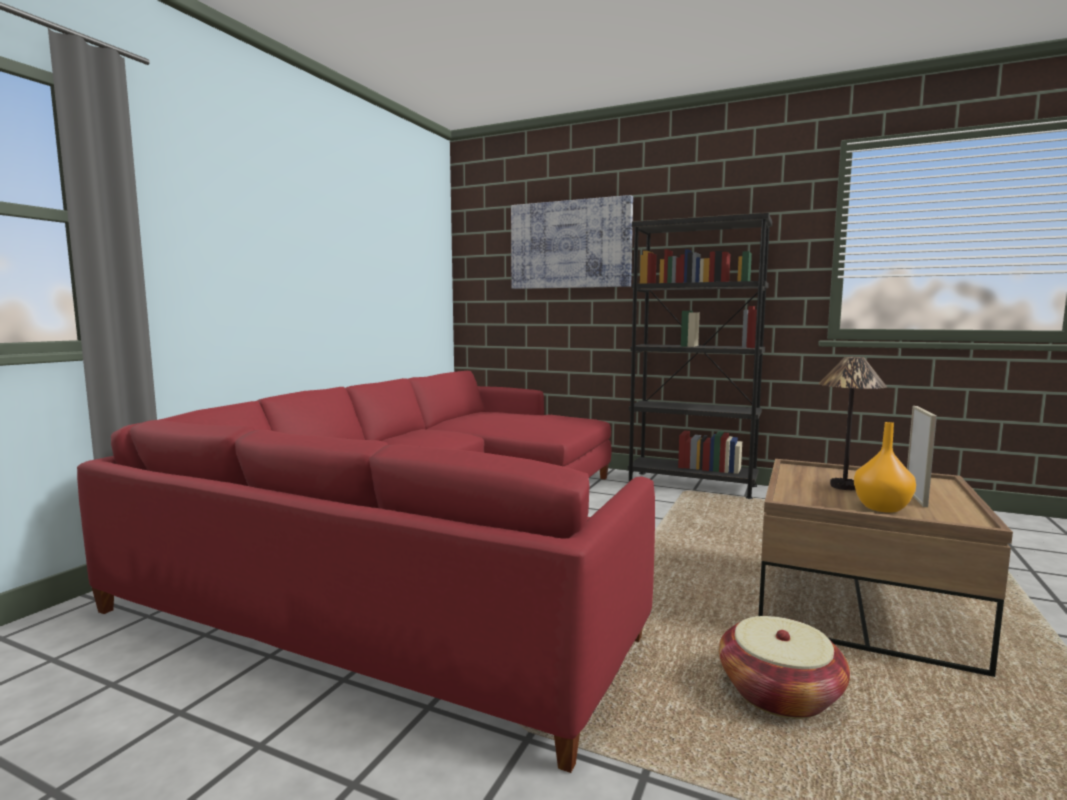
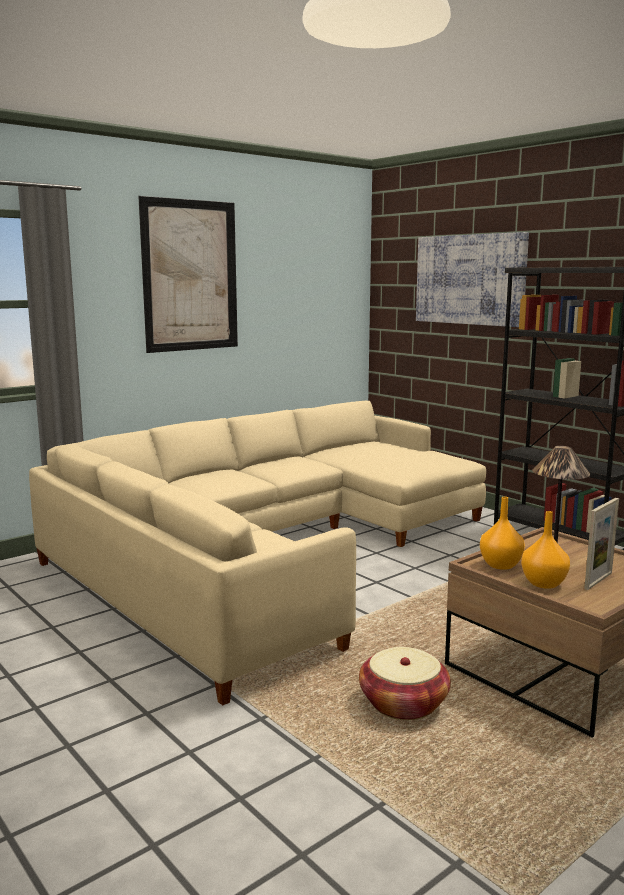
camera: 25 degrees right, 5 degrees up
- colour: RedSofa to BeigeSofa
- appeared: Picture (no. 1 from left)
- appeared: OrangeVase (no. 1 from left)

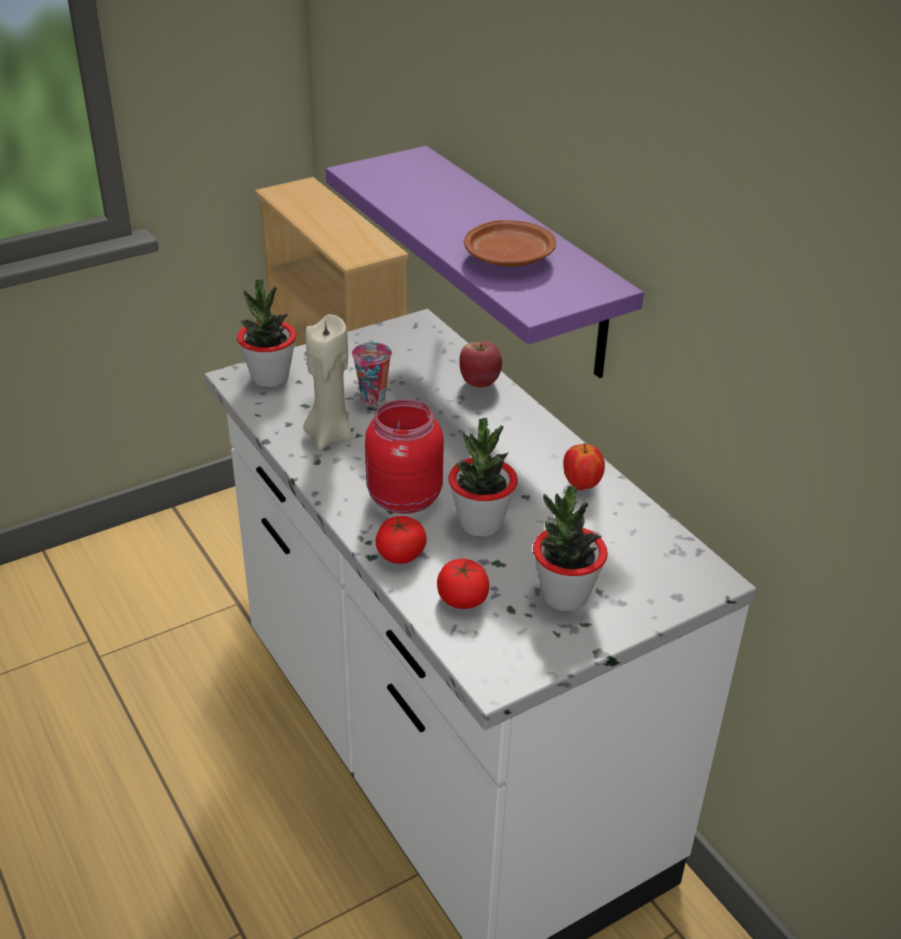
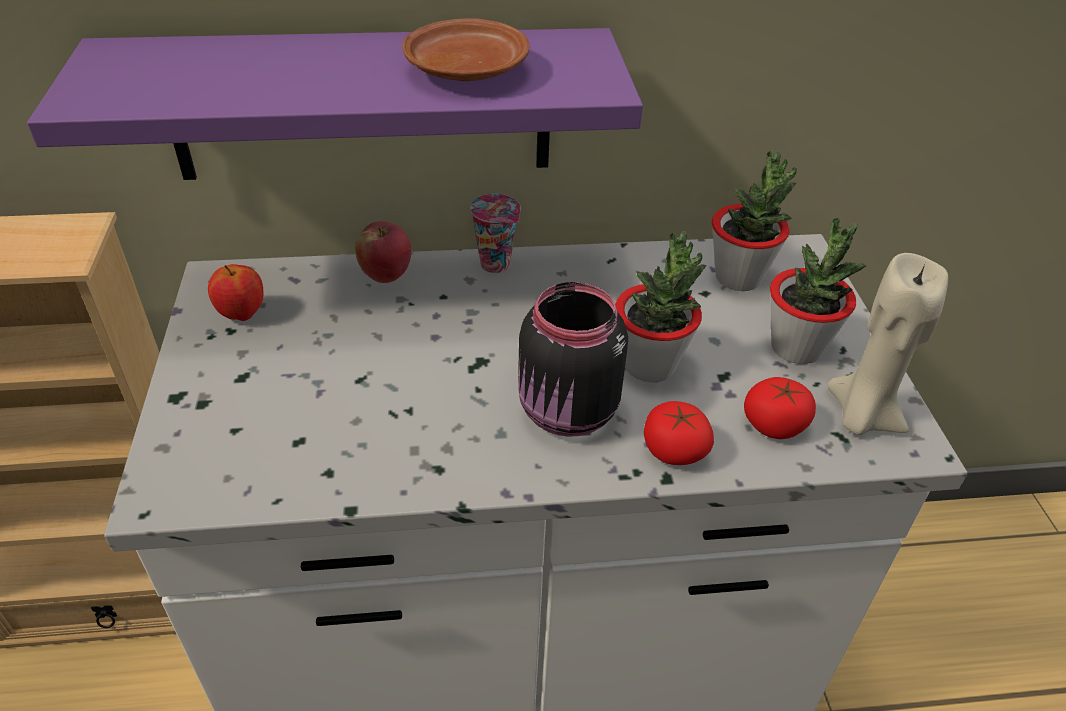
camera: 65 degrees left, 5 degrees up
- relocated: Apple (no. 2 from left in the first image) to Apple (no. 1 from left)
- relocated: Cup
- colour: RedJar to BlackJar
- relocated: PottedPlant (no. 1 from left in the first image) to PottedPlant (no. 2 from left)
- relocated: BeigeCandle

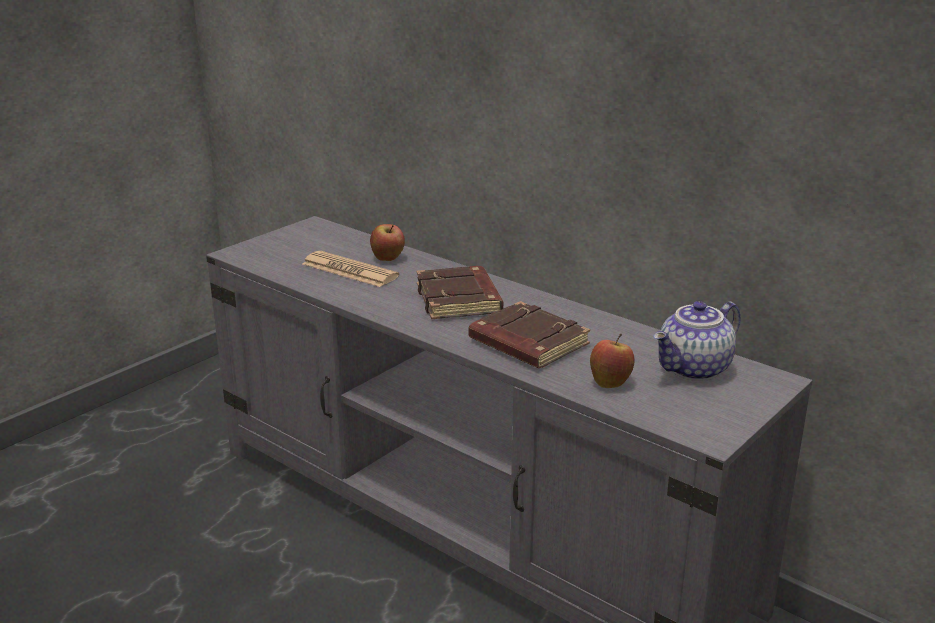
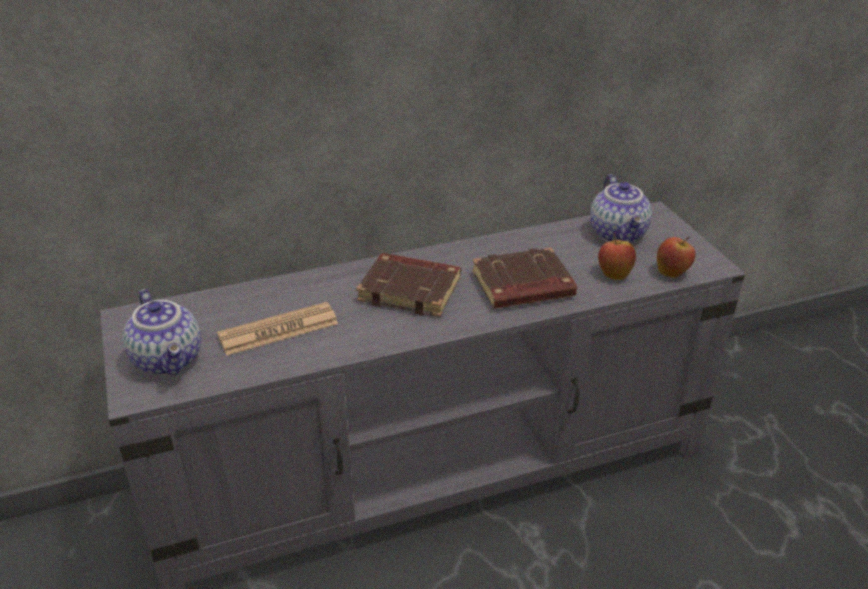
camera: 60 degrees left, 10 degrees up
- appeared: Teapot (no. 1 from left)
- relocated: Apple (no. 1 from left in the first image) to Apple (no. 2 from left)

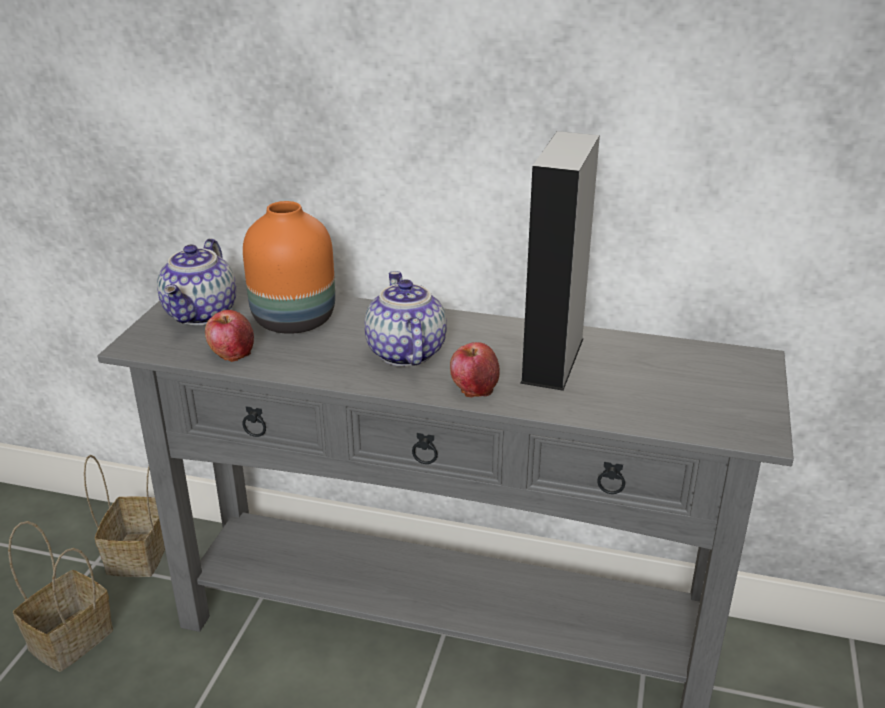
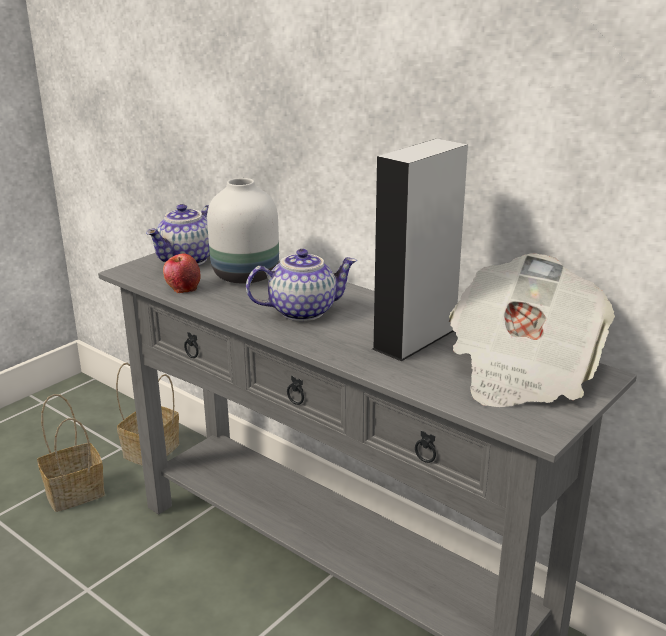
camera: 25 degrees right, 5 degrees down
- colour: OrangeVase to WhiteVase
- spun: Teapot (no. 2 from left) 60 degrees clockwise
- appeared: Newspaper
- missing: Apple (no. 2 from left)

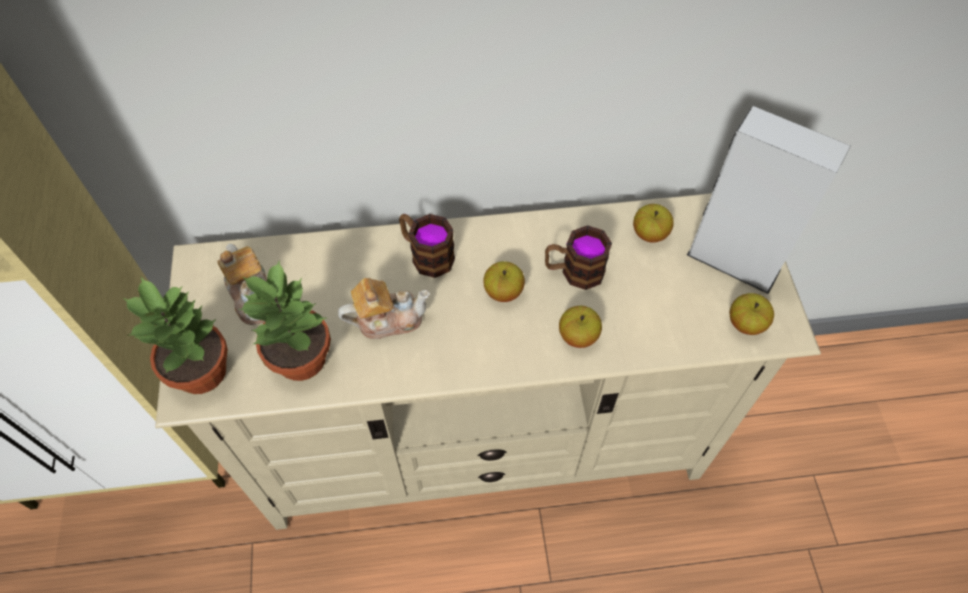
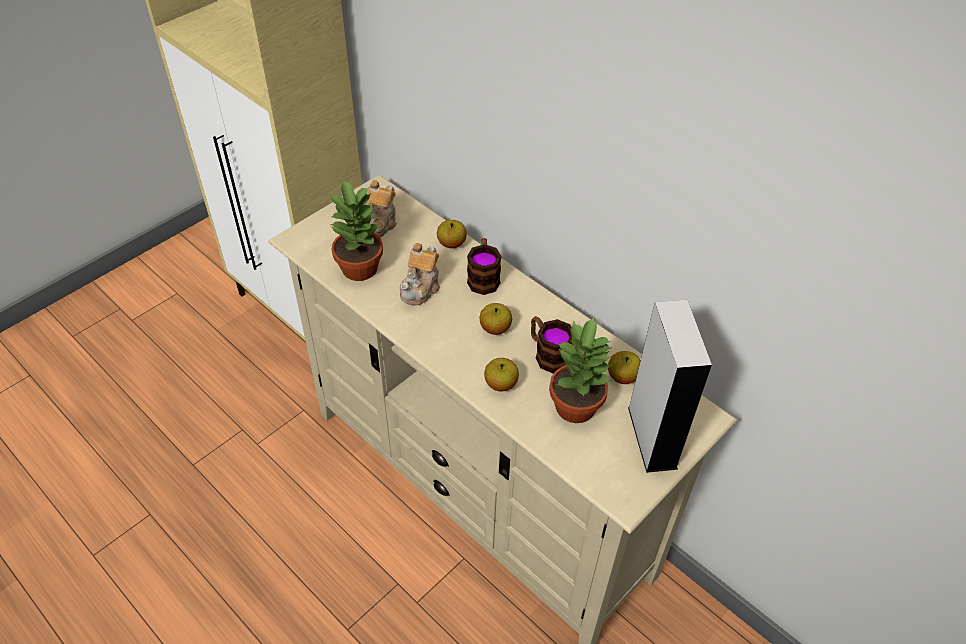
camera: 50 degrees right, 10 degrees down
- spun: Teapot (no. 2 from left) 75 degrees clockwise
- relocated: Apple (no. 4 from left in the first image) to Apple (no. 1 from left)
- relocated: PottedPlant (no. 1 from left in the first image) to PottedPlant (no. 2 from left)

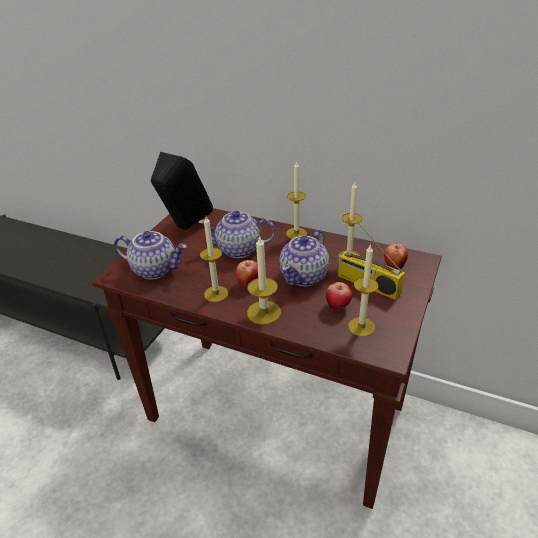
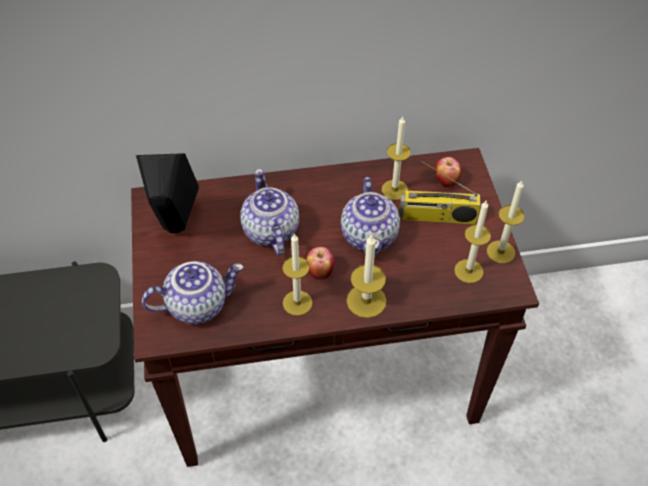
camera: 35 degrees left, 15 degrees up
- spun: Teapot (no. 2 from left) 105 degrees clockwise
- relocated: Candle (no. 3 from left in the first image) to Candle (no. 5 from left)
- missing: Apple (no. 2 from left)

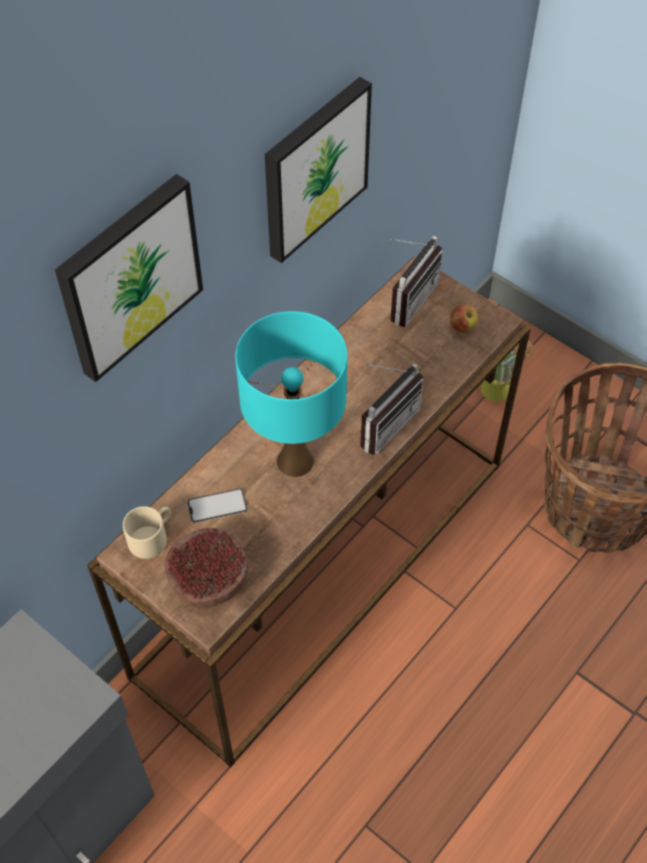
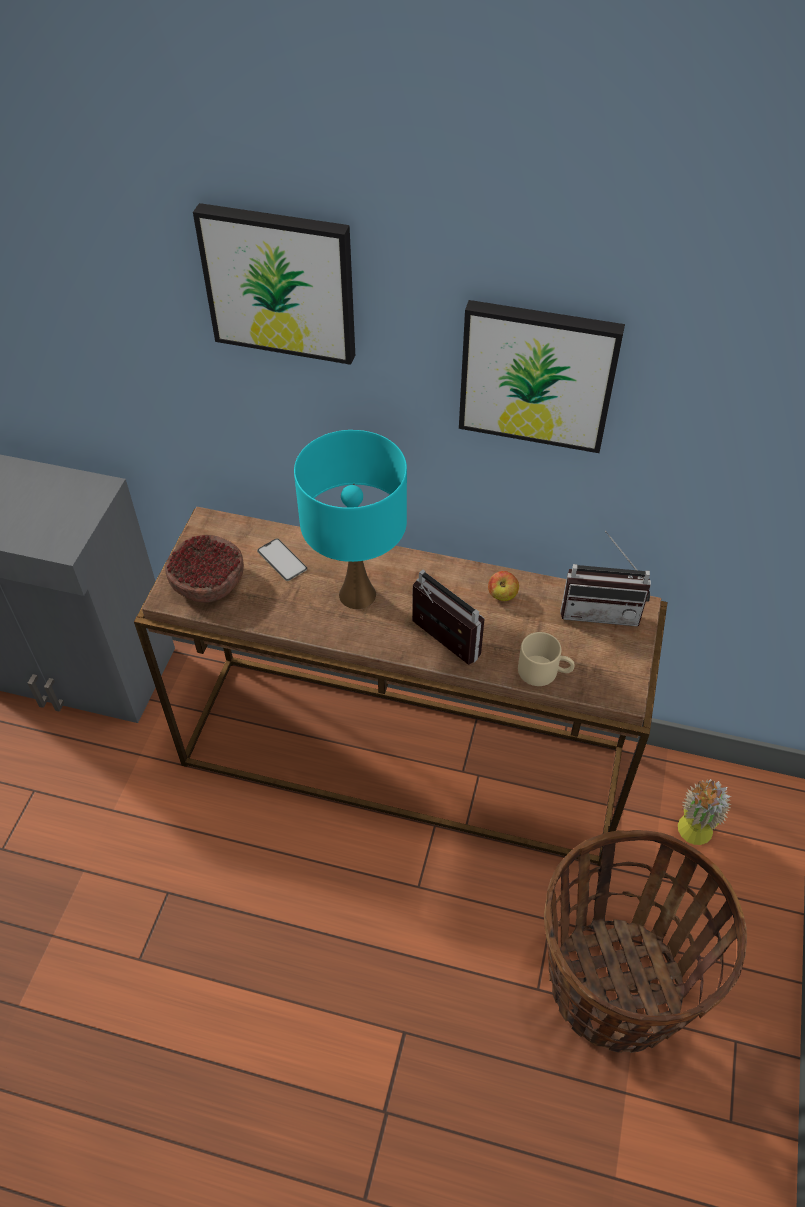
camera: 65 degrees right, 5 degrees down
- spun: Radio (no. 1 from left) 150 degrees counterclockwise
- relocated: Apple
- relocated: BeigeMug

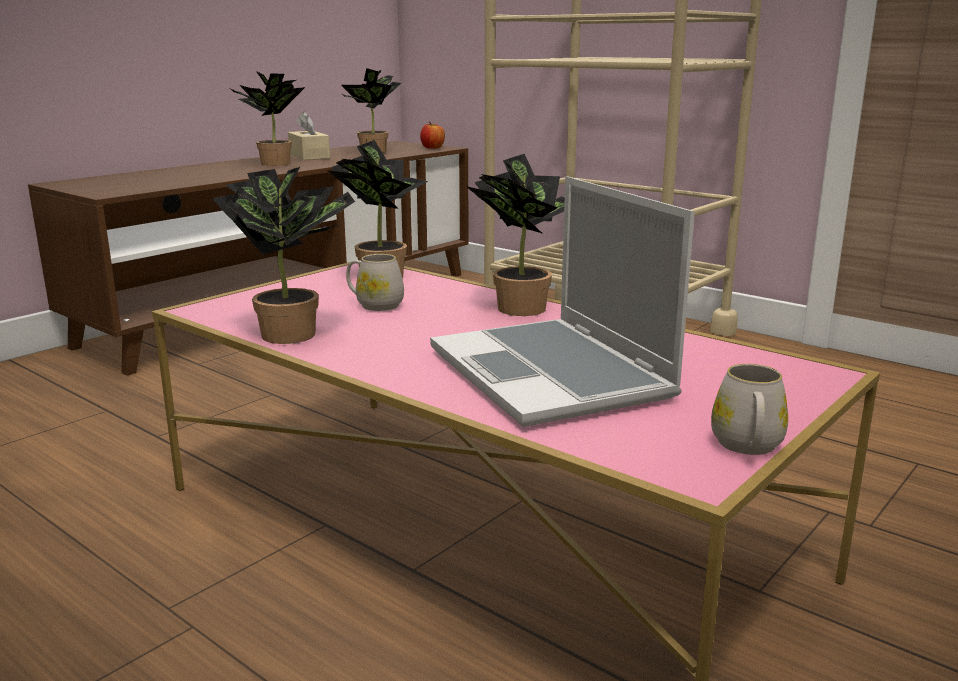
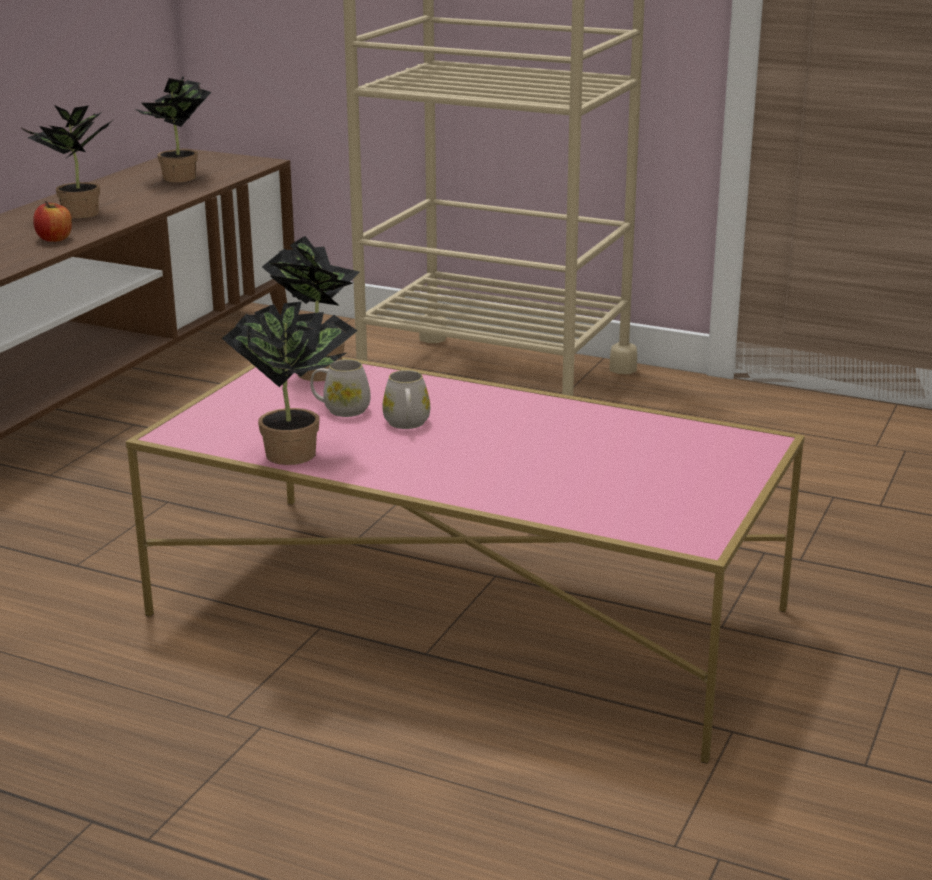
camera: 15 degrees left, 5 degrees up
- relocated: Apple
- relocated: WhiteMug (no. 2 from left)
- missing: BeigeTissueBox
- missing: Laptop
- missing: PottedPlant (no. 5 from left)

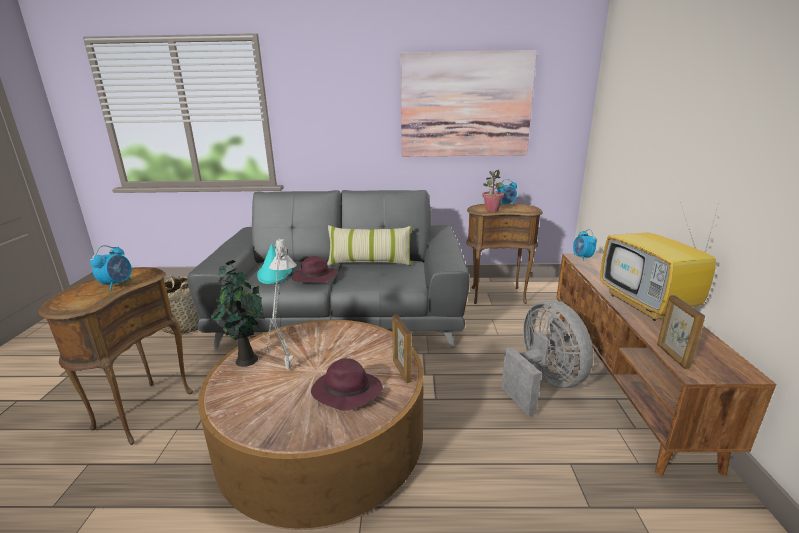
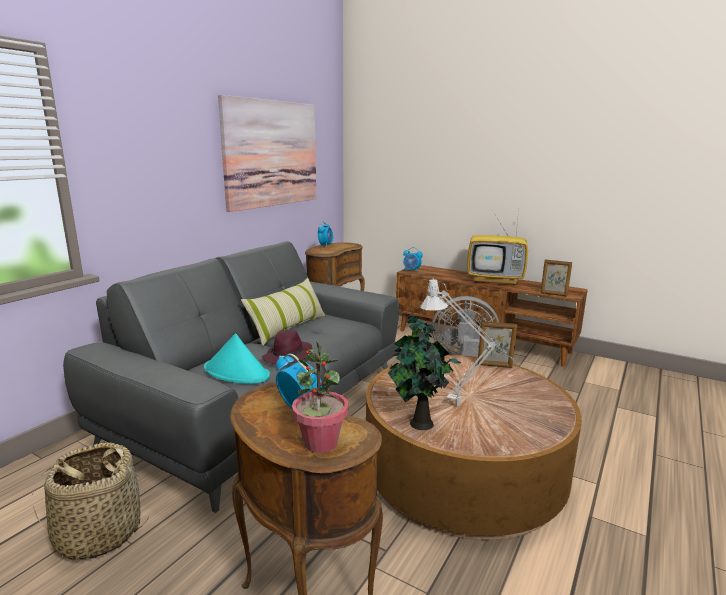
camera: 60 degrees left, 5 degrees down
- relocated: PottedPlant (no. 2 from left in the first image) to PottedPlant (no. 1 from left)
- missing: PurpleHat (no. 2 from left)

